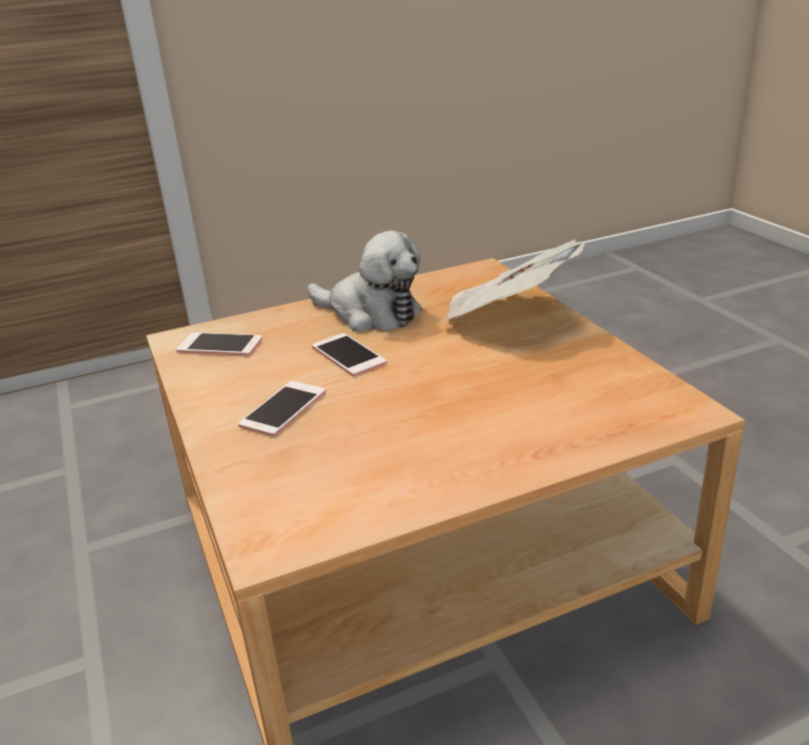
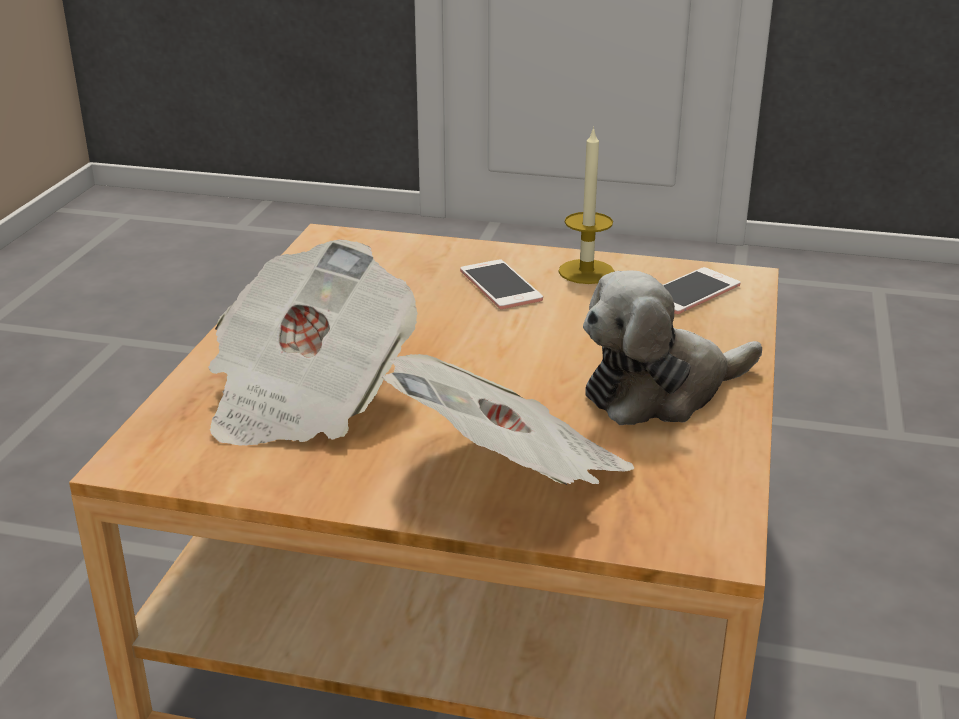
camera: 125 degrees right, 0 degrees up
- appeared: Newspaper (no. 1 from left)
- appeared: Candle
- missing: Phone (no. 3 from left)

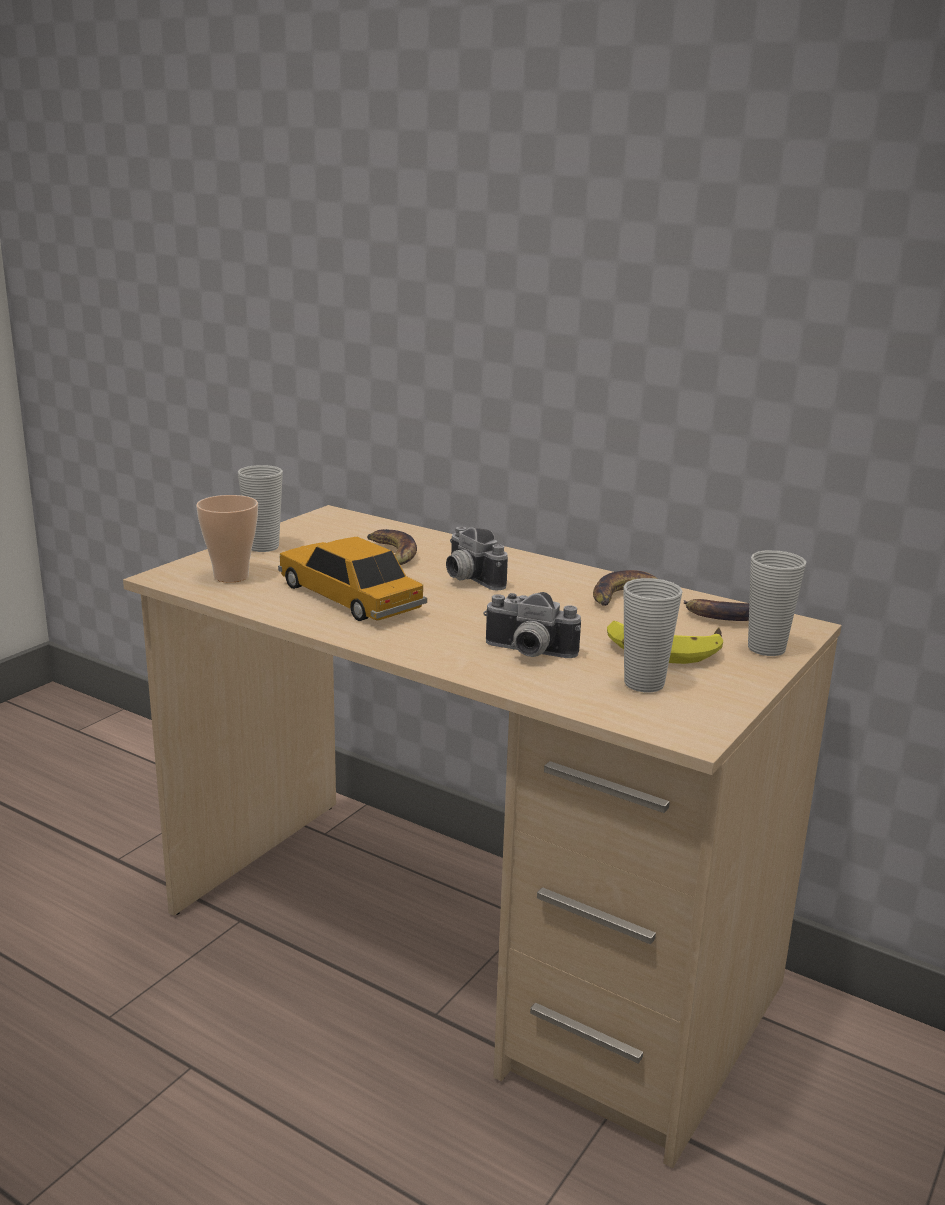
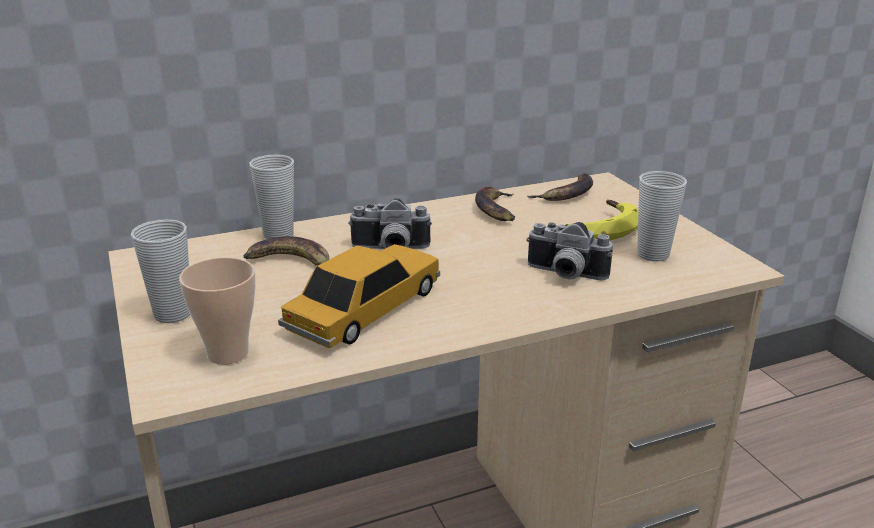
camera: 55 degrees left, 5 degrees up
- relocated: Cup (no. 4 from left in the first image) to Cup (no. 3 from left)
- spun: ToyCar 135 degrees clockwise
- spun: PhotoCamera (no. 2 from left) 60 degrees clockwise

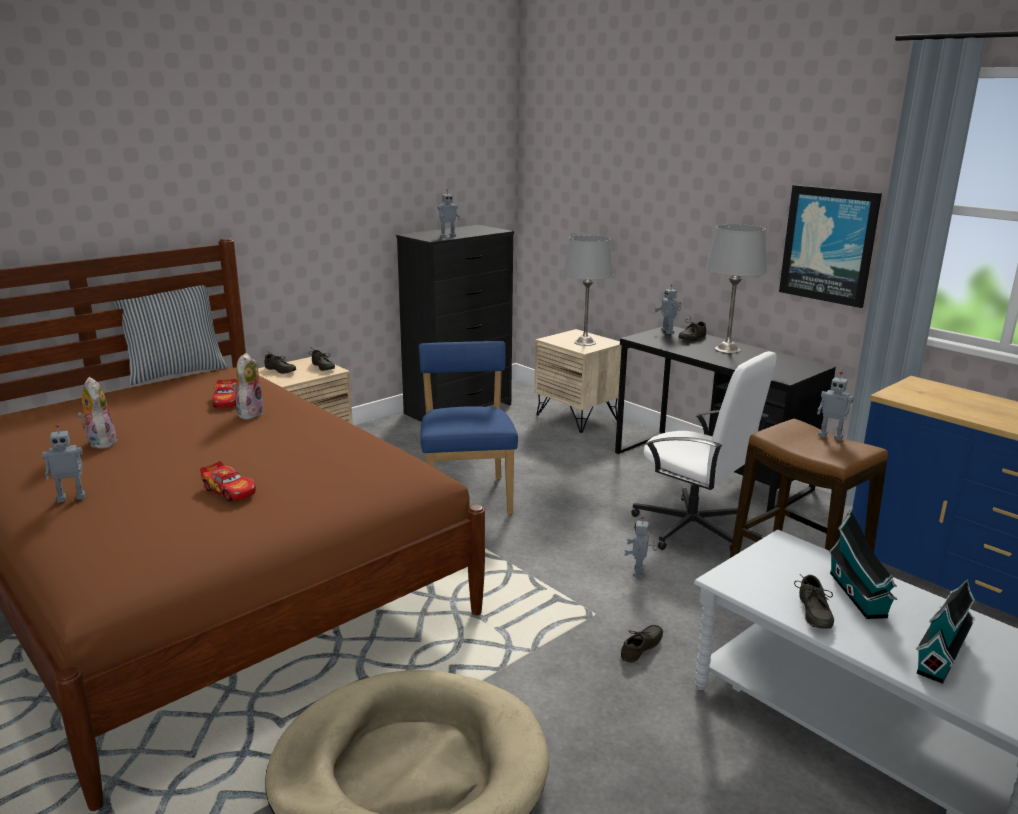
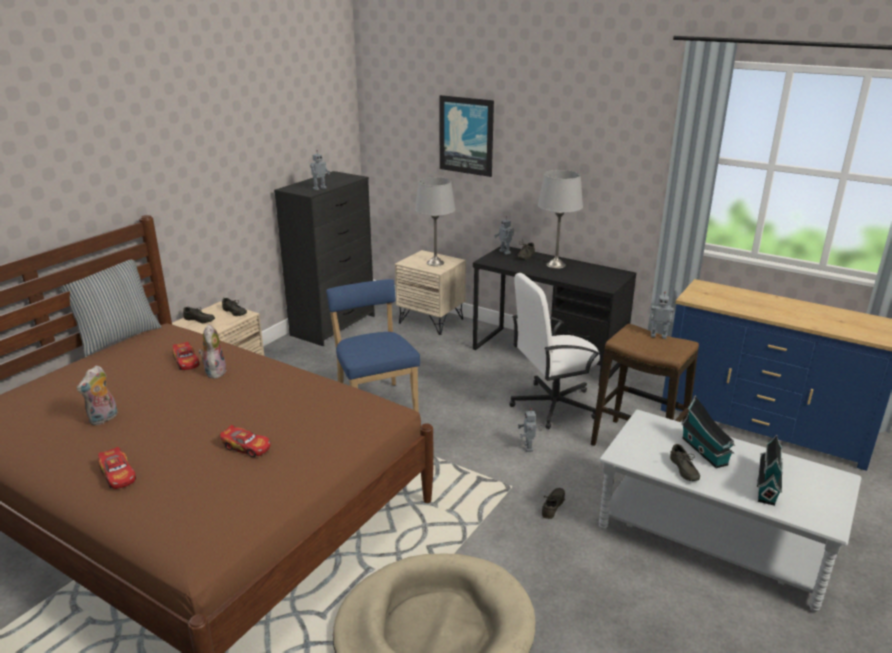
camera: 15 degrees left, 5 degrees up
- spun: PlushToy (no. 1 from left) 105 degrees counterclockwise
- exchanged: ToyRobot (no. 1 from left) to ToyCar (no. 1 from left)
- relocated: Picture
- spun: WhiteOfficeChair 135 degrees clockwise

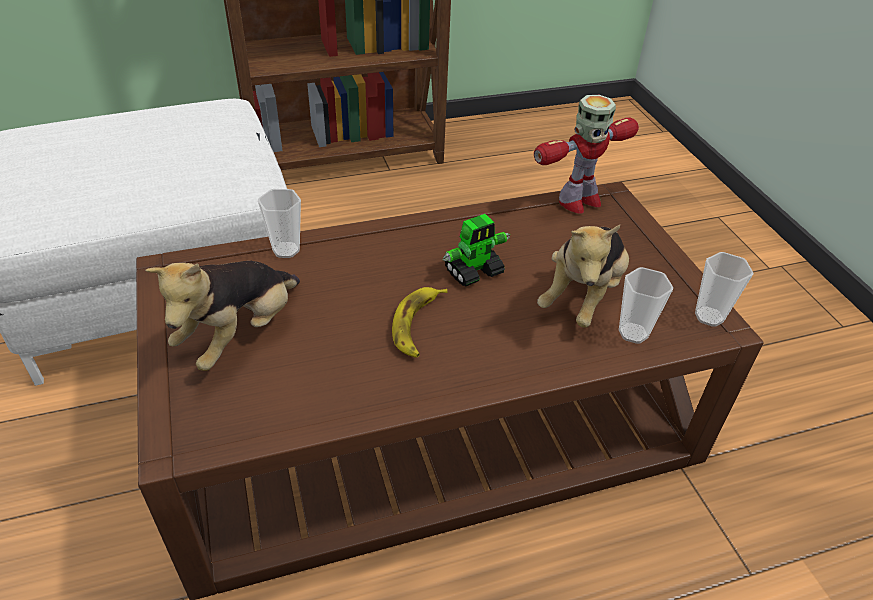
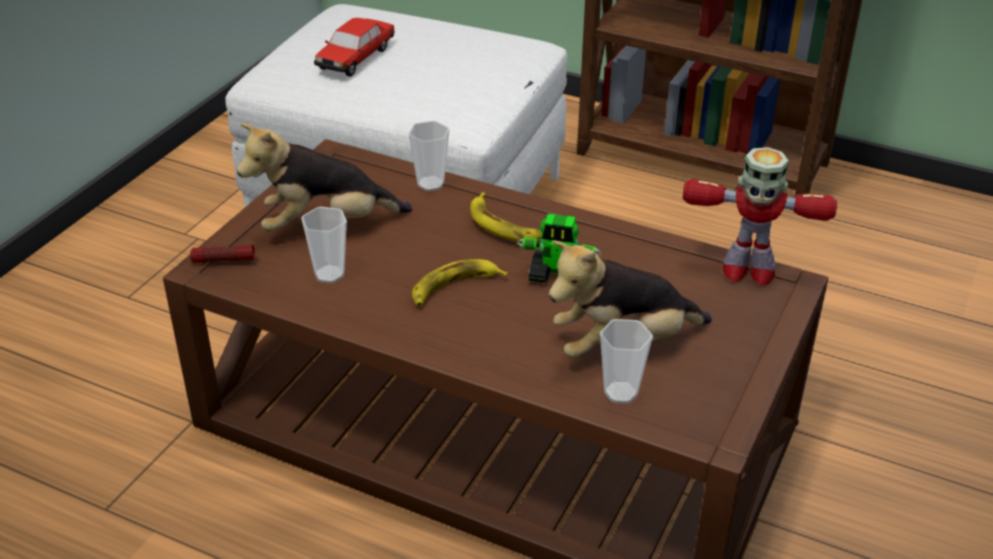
camera: 45 degrees right, 5 degrees down
- appeared: Flashlight
- relocated: Cup (no. 3 from left in the first image) to Cup (no. 1 from left)
- appeared: ToyCar
- appeared: Banana (no. 2 from left)

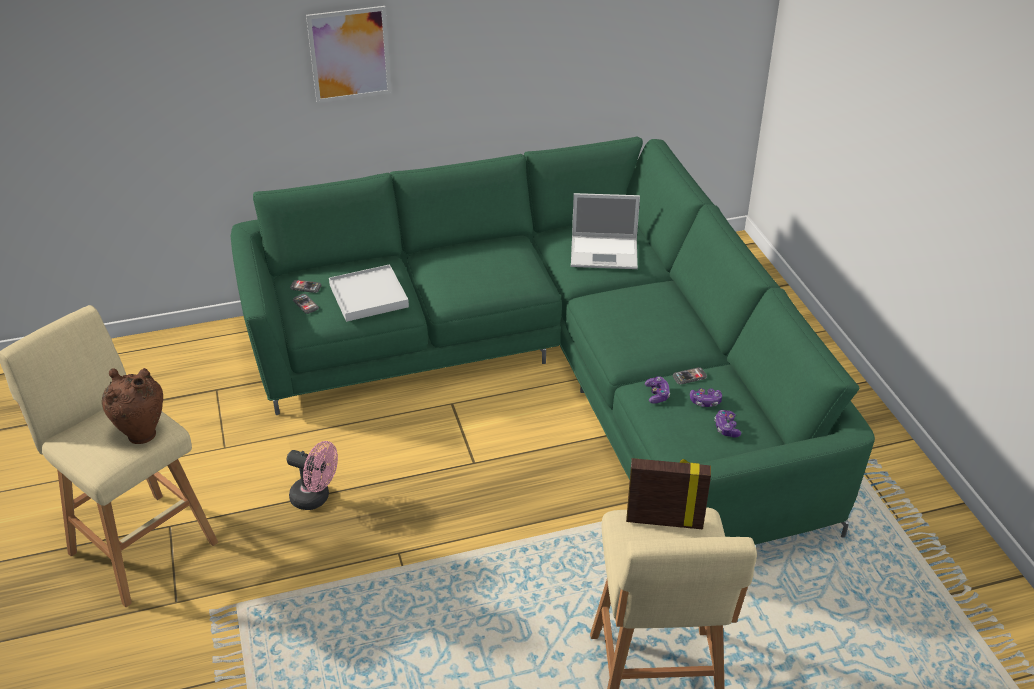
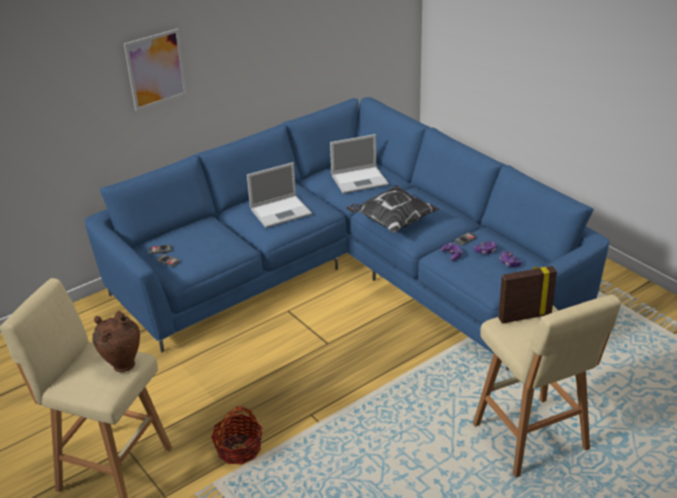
camera: 20 degrees left, 5 degrees down
- colour: GreenSofa to BlueSofa
- appeared: Basket
- appeared: Laptop (no. 1 from left)
- appeared: Pillow
- missing: PinkFan
- missing: WhiteTray

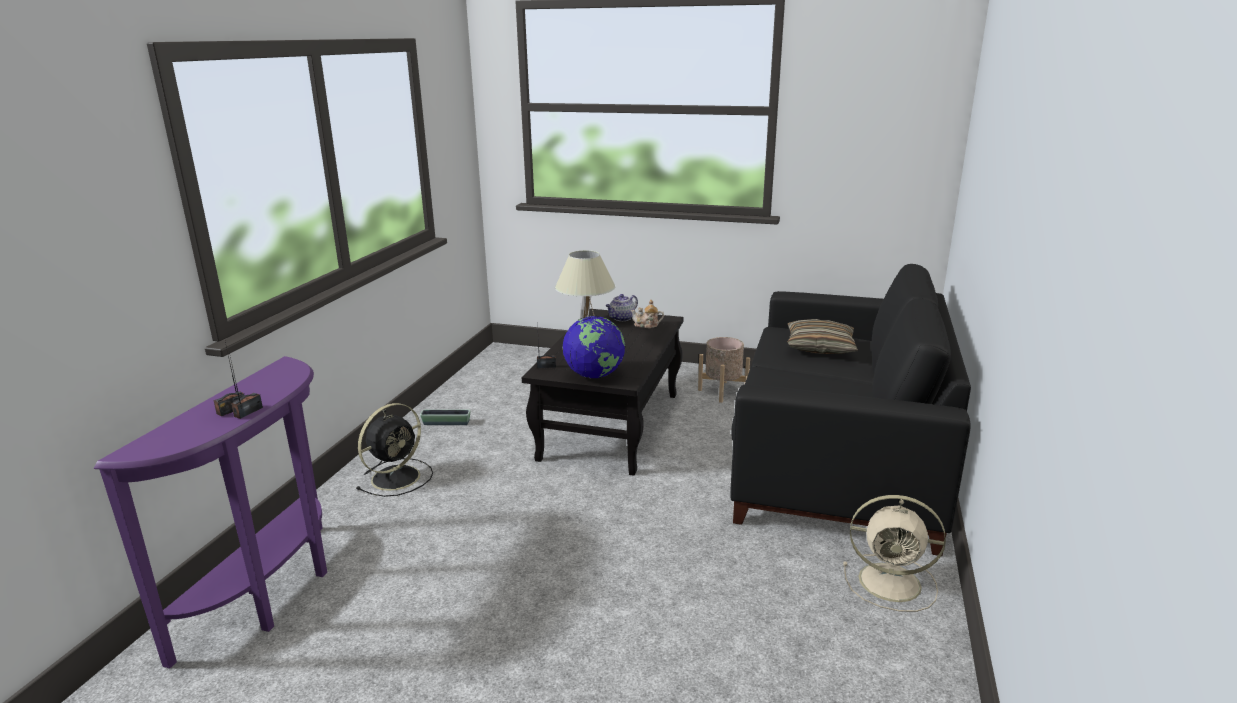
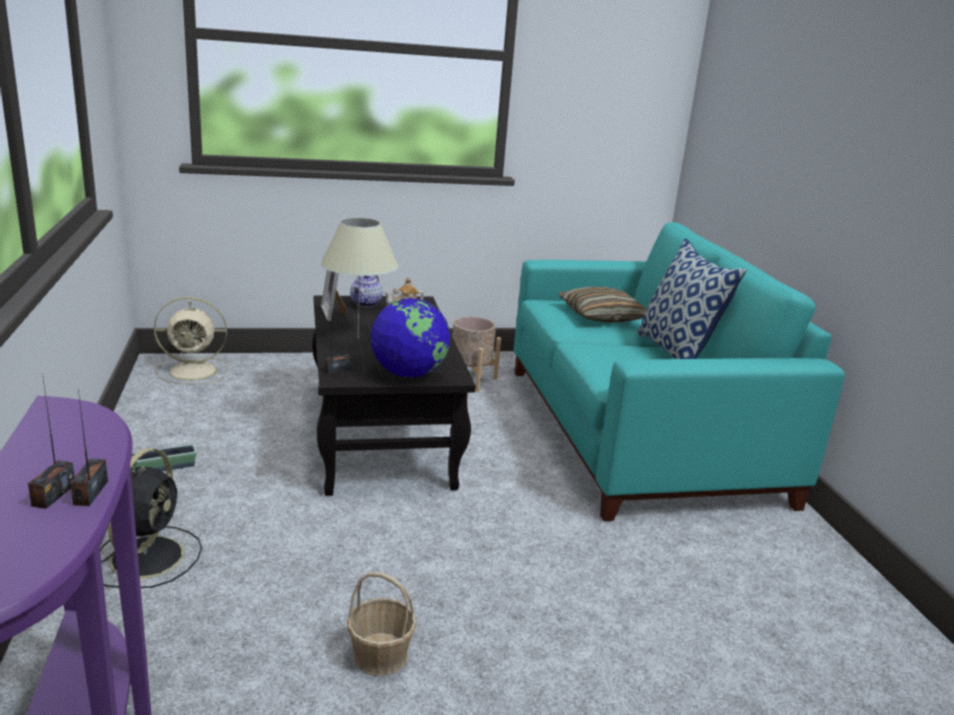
camera: 30 degrees left, 0 degrees up
- relocated: BeigeFan
- appeared: Basket
- colour: BlackSofa to TurquoiseSofa
- appeared: Pillow (no. 2 from left)

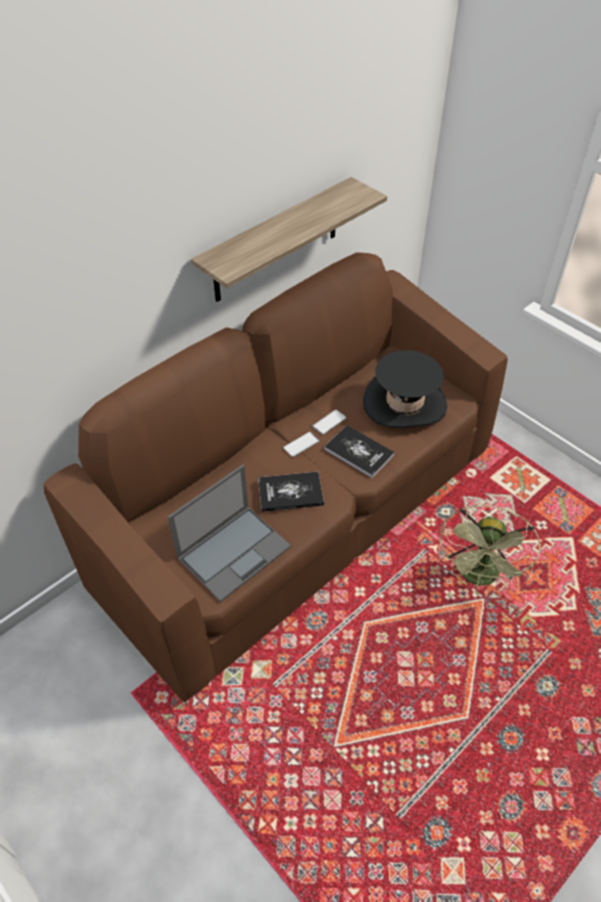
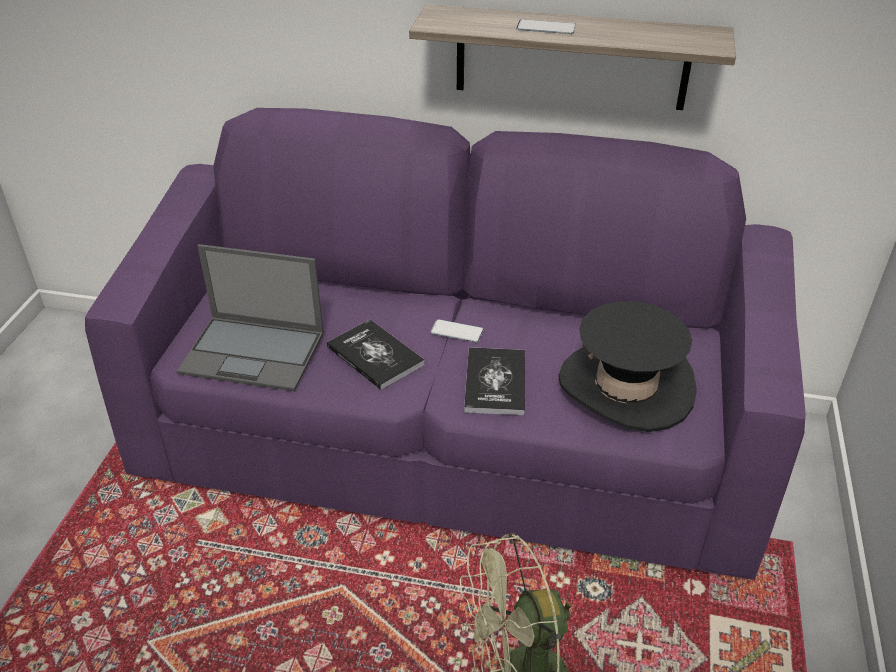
camera: 55 degrees right, 10 degrees down
- colour: BrownSofa to PurpleSofa
- relocated: Phone (no. 2 from left)

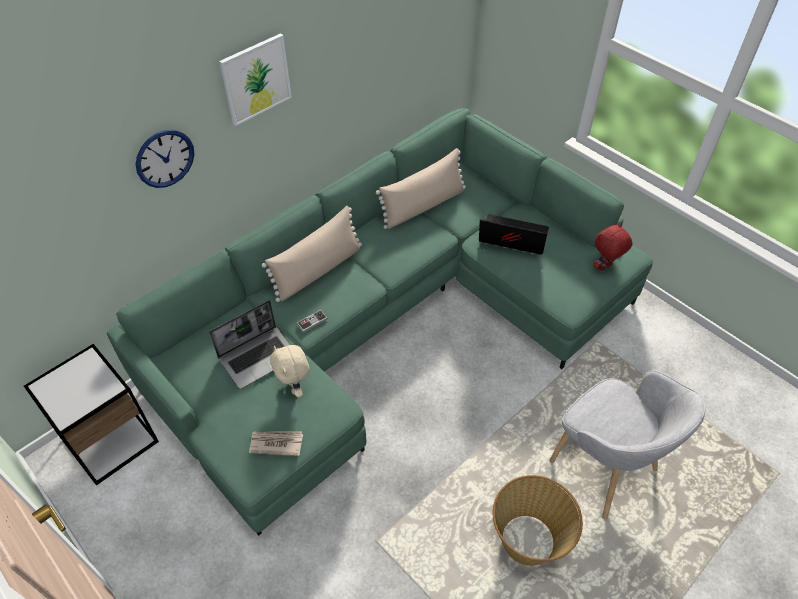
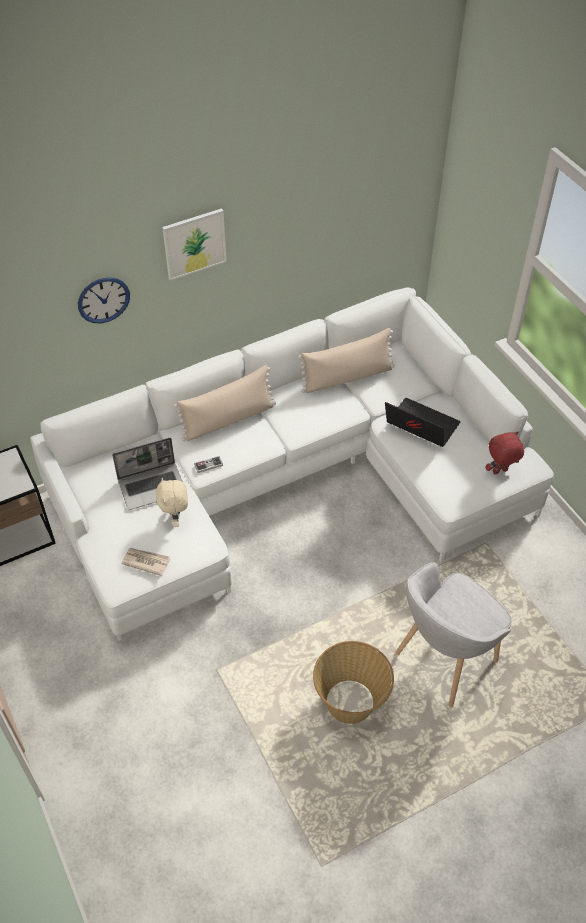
camera: 15 degrees right, 0 degrees up
- colour: GreenSofa to WhiteSofa
- spun: GreyArmchair 75 degrees clockwise

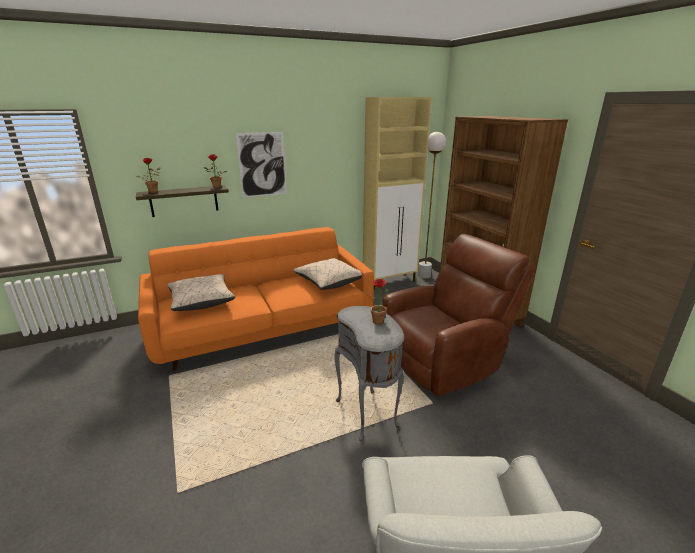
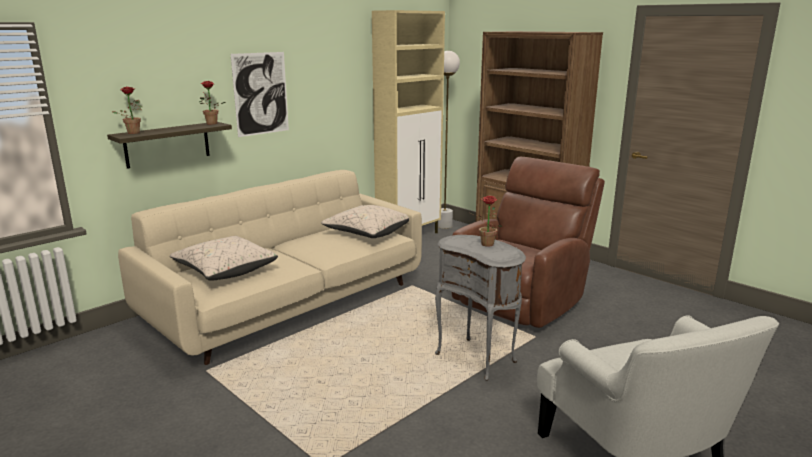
camera: 20 degrees left, 5 degrees down
- colour: OrangeSofa to BeigeSofa

